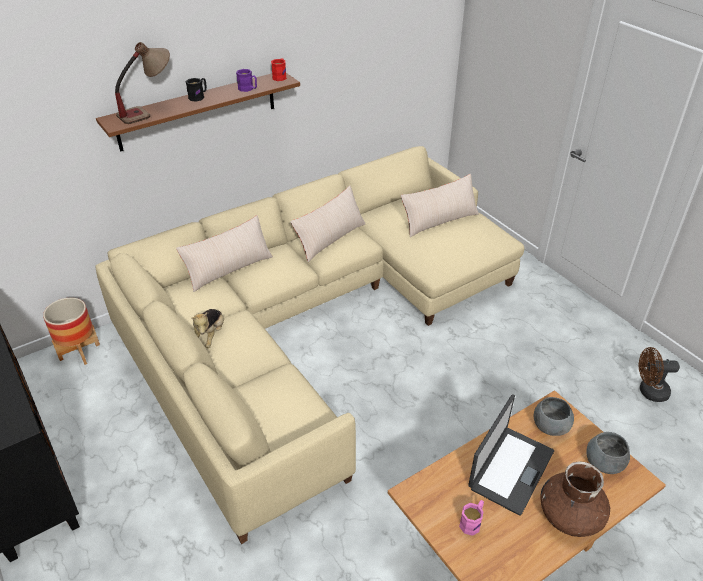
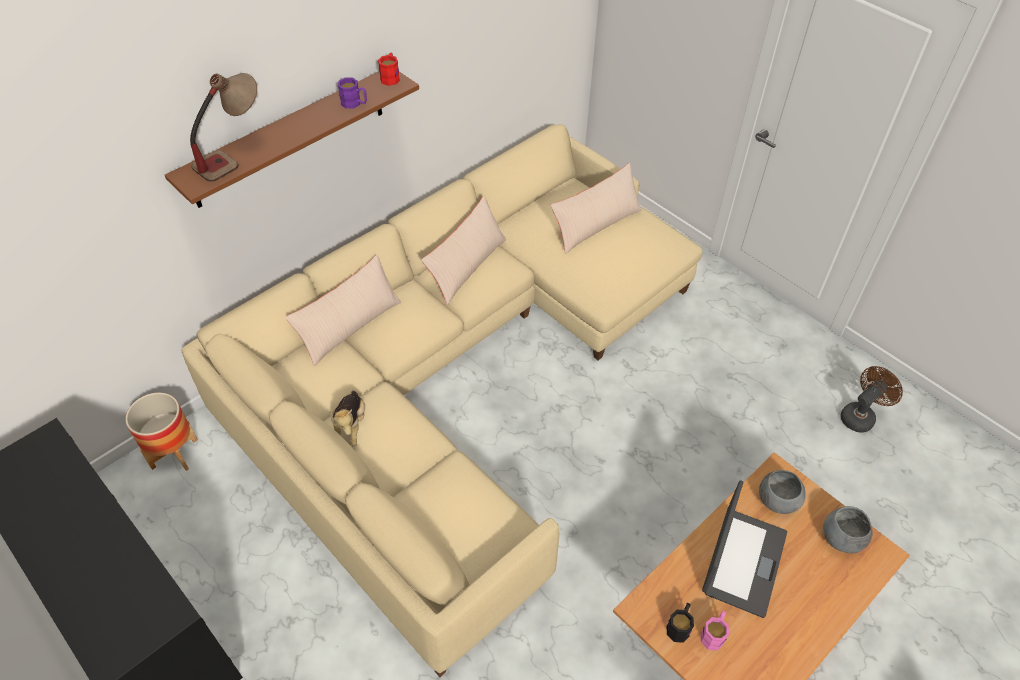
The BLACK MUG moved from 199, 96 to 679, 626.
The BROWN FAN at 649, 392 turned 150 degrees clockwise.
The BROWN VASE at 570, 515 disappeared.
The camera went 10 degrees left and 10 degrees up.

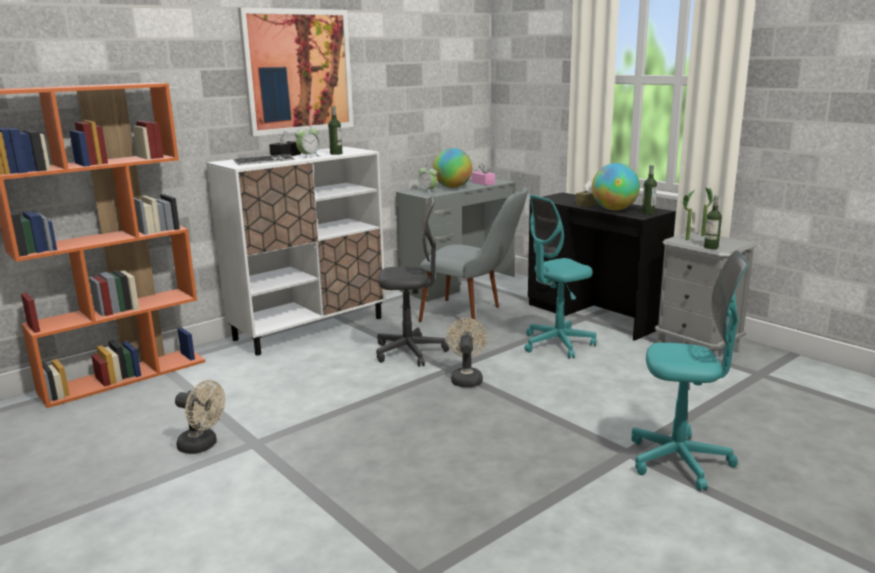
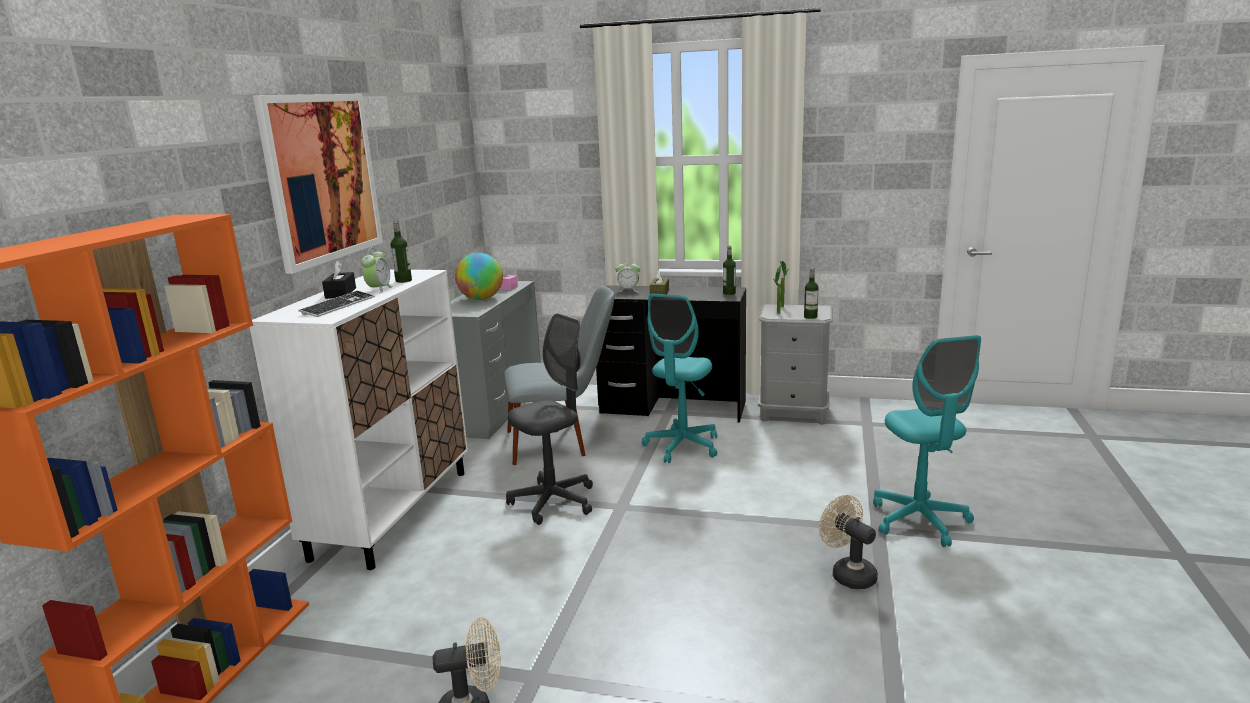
The ALARM CLOCK moved from 427, 191 to 628, 290.
The BEIGE FAN moved from 466, 378 to 848, 574.
The TURQUOISE OFFICE CHAIR at 679, 461 turned 105 degrees clockwise.
The GLOBE at 614, 209 disappeared.
The camera went 35 degrees left and 0 degrees up.

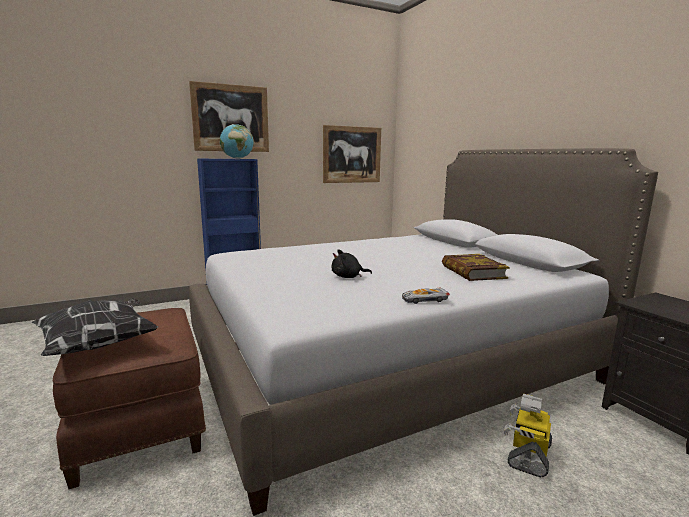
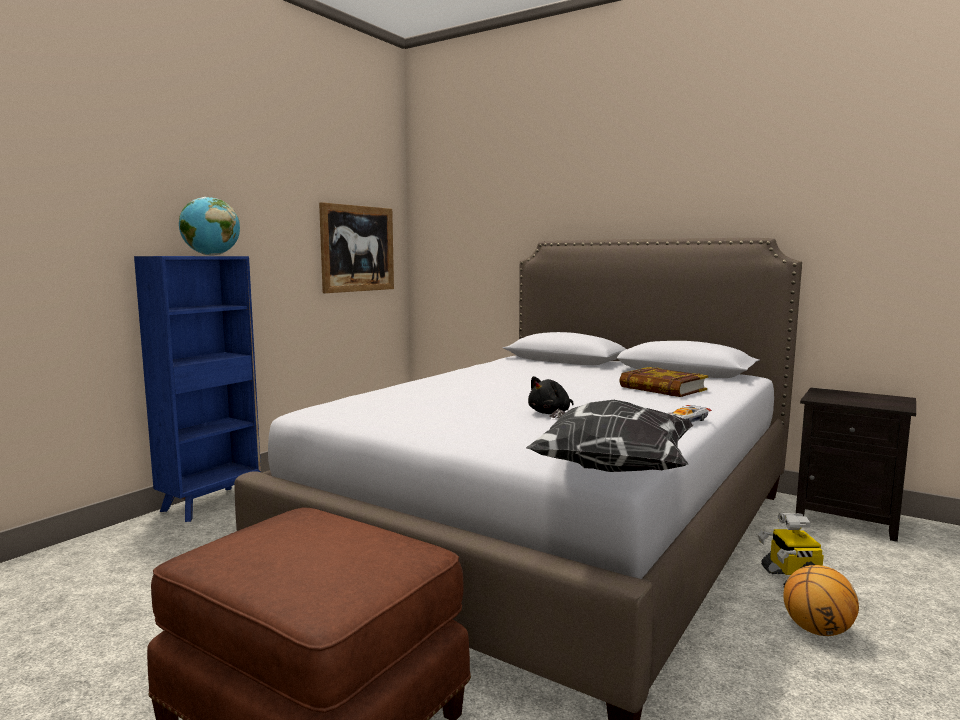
The PILLOW moved from 99, 344 to 610, 469.
The BASKETBALL at 816, 630 appeared.
The PICTURE at 231, 118 disappeared.
The camera went 30 degrees left and 5 degrees down.

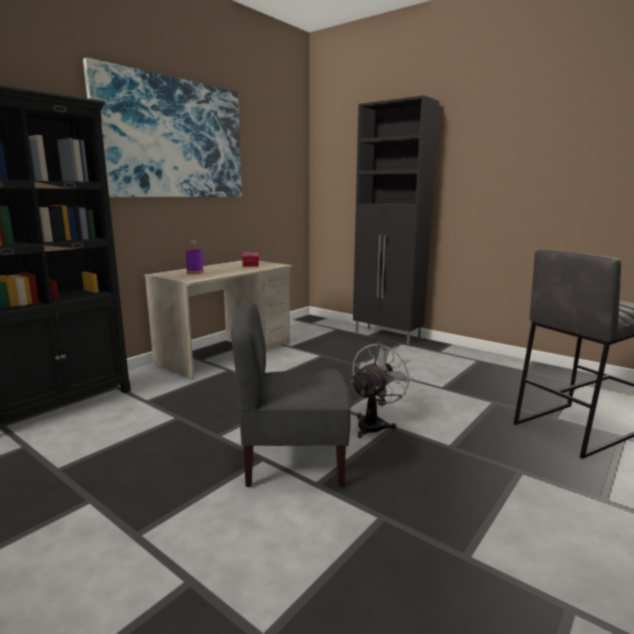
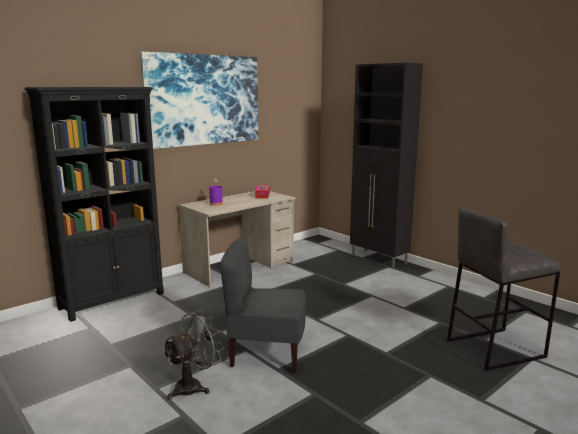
The GREY FAN moved from 374, 424 to 194, 386.
The camera went 10 degrees right and 0 degrees up.

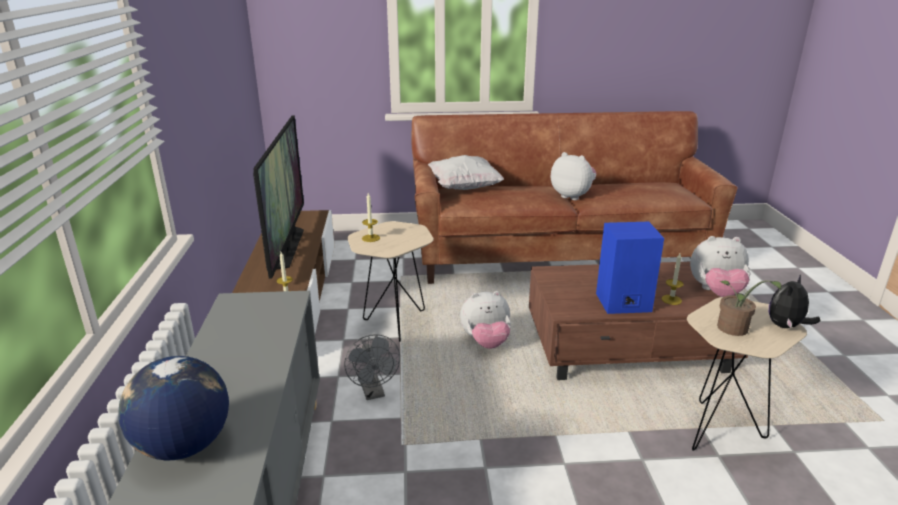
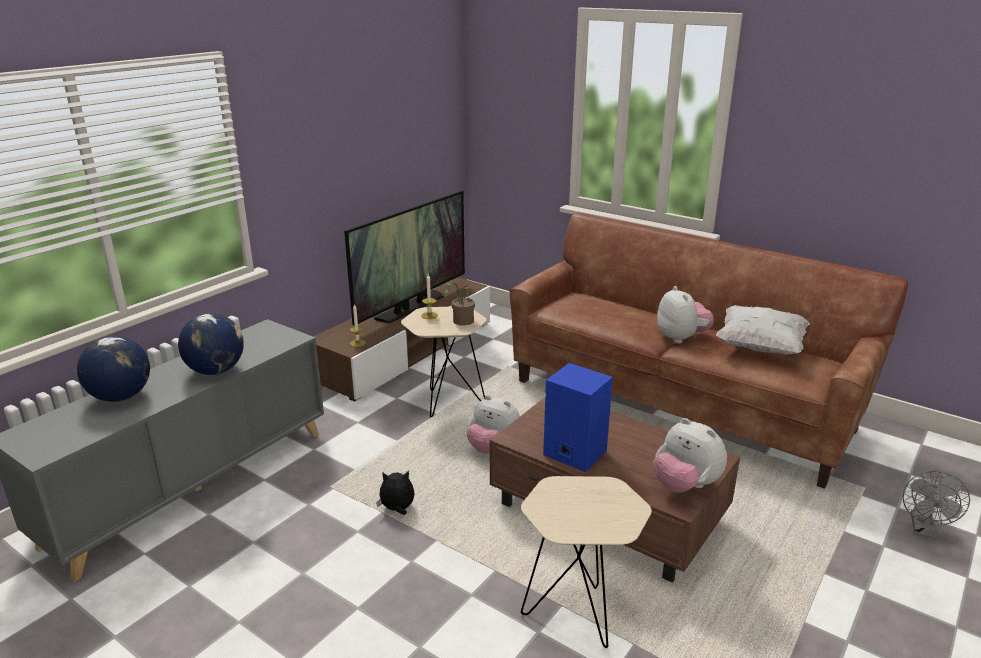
The GLOBE at 216, 370 appeared.
The PLUSH TOY moved from 786, 326 to 397, 509.
The POTTED PLANT moved from 734, 330 to 461, 322.
The WHITE PILLOW moved from 464, 188 to 759, 347.
The GREY FAN moved from 374, 392 to 924, 530.
The CANDLE at 671, 300 disappeared.
The camera went 40 degrees right and 0 degrees up.

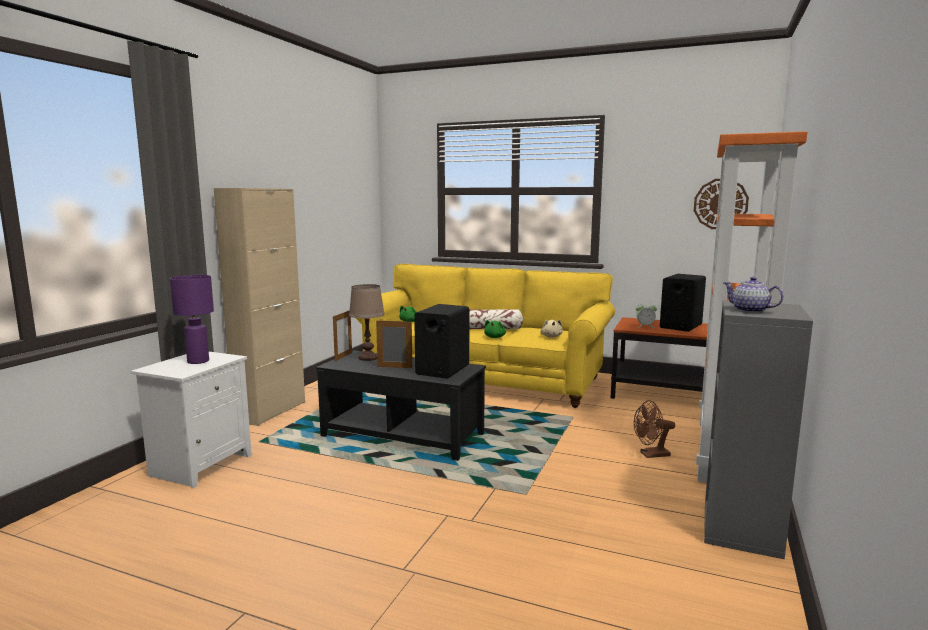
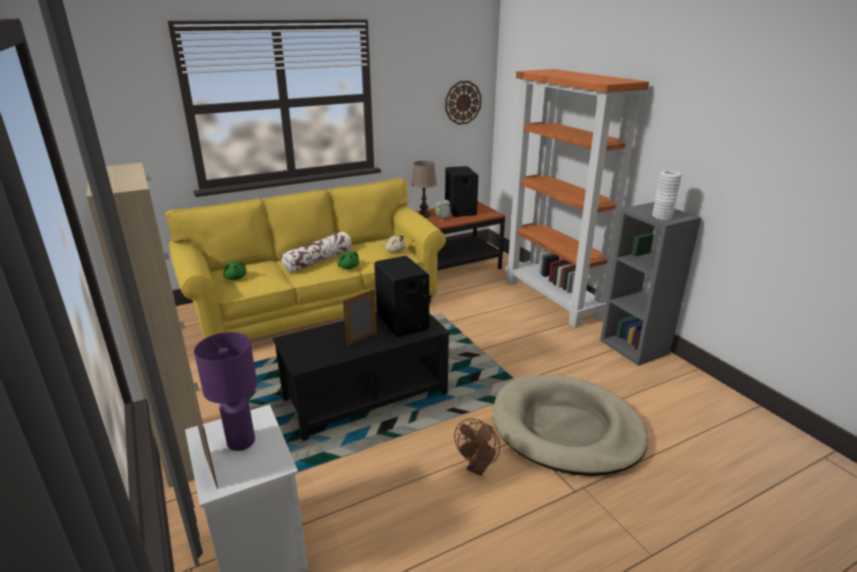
The PICTURE FRAME moved from 343, 357 to 210, 470.
The BROWN TABLE LAMP moved from 368, 358 to 424, 215.
The BROWN FAN moved from 651, 455 to 478, 468.
The BEIGE DOG BED at 566, 428 appeared.
The TEAPOT at 750, 310 was replaced by the WHITE VASE at 662, 216.
The camera went 50 degrees left and 15 degrees up.

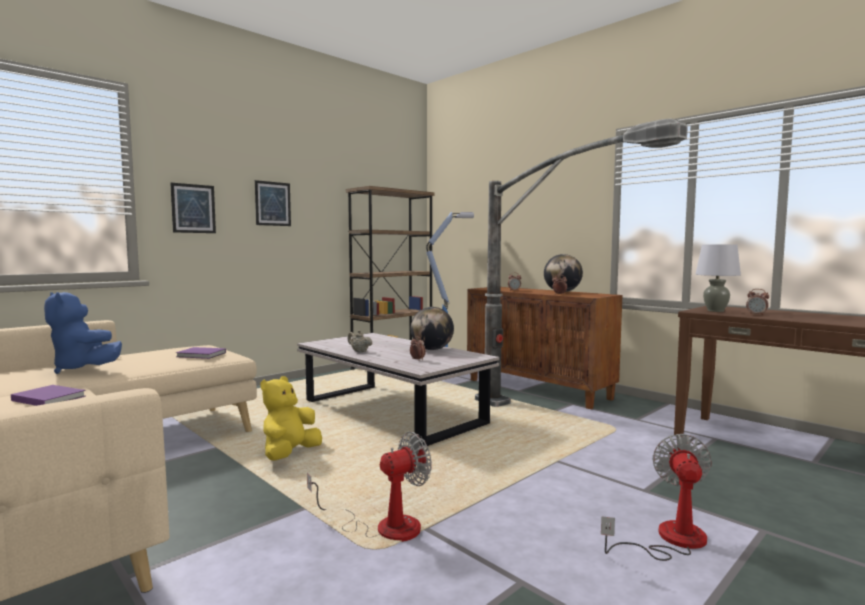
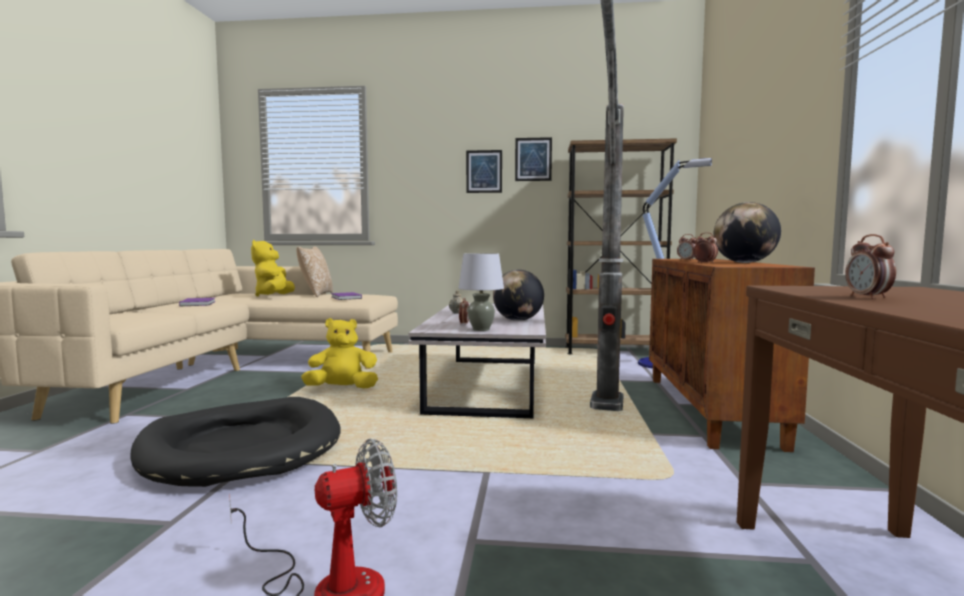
The FAN at 383, 526 was replaced by the BLACK DOG BED at 242, 448.
The BLUE PLUSH TOY at 83, 369 became the YELLOW PLUSH TOY at 274, 296.
The PILLOW at 316, 294 appeared.
The GREY TABLE LAMP moved from 715, 311 to 480, 329.
The PICTURE moved from 193, 208 to 533, 159.
The camera went 50 degrees right and 0 degrees up.

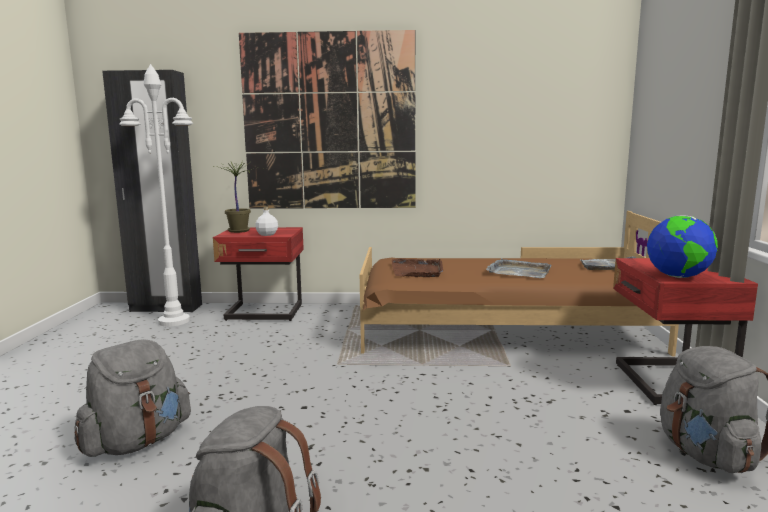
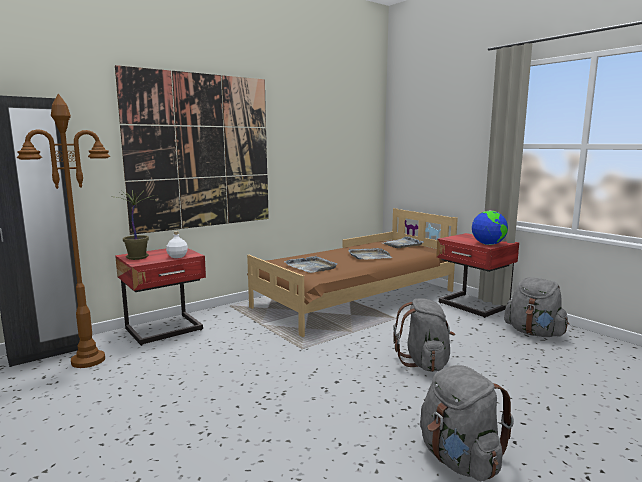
The WHITE FLOOR LAMP at 174, 321 became the BROWN FLOOR LAMP at 88, 360.
The BROWN TRAY at 417, 270 became the GREY TRAY at 311, 266.
The GREY BACKPACK moved from 137, 442 to 424, 362.
The camera went 40 degrees left and 0 degrees up.

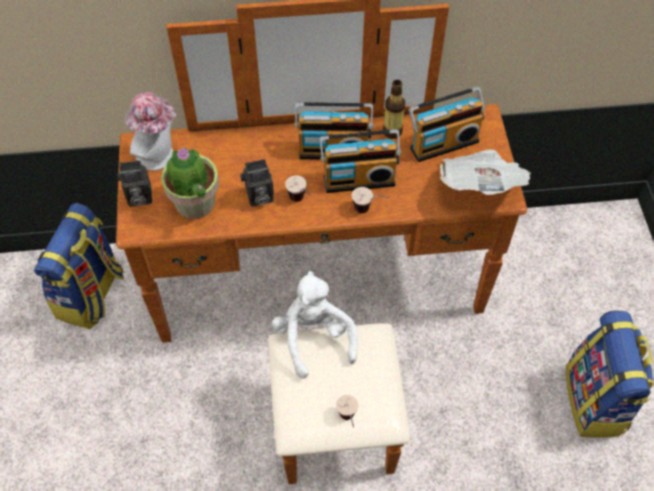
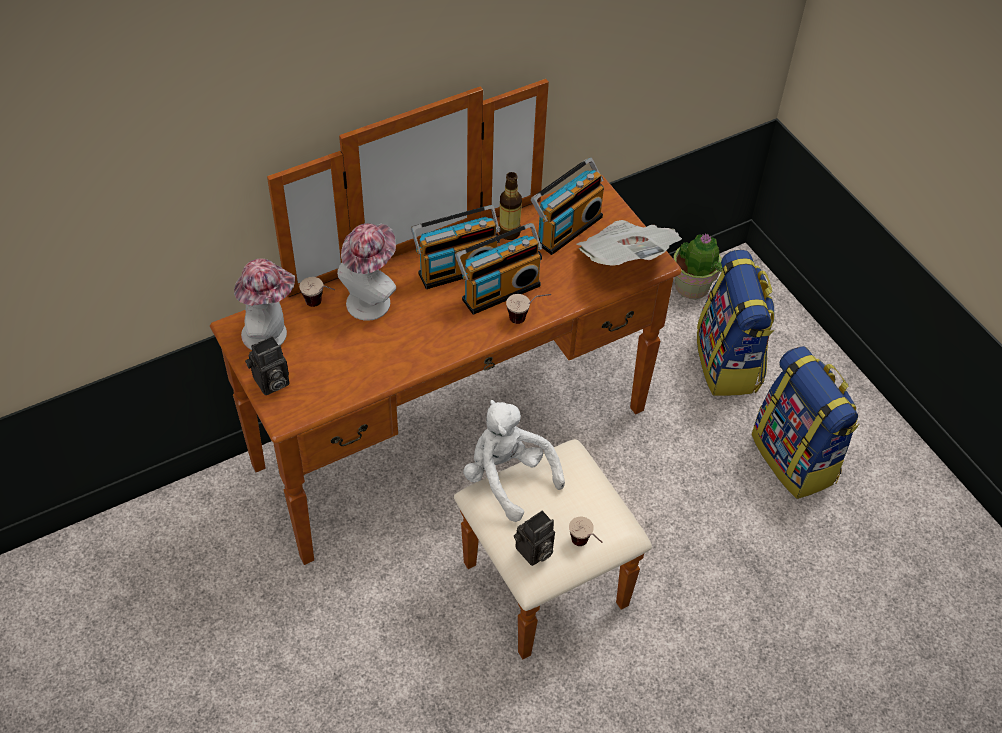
The CUP moved from 300, 202 to 321, 305.
The HAT at 371, 299 appeared.
The PHOTO CAMERA moved from 258, 197 to 534, 552.
The POTTED PLANT moved from 195, 203 to 692, 287.
The BACKPACK moved from 91, 295 to 729, 363.
The camera went 25 degrees left and 5 degrees down.

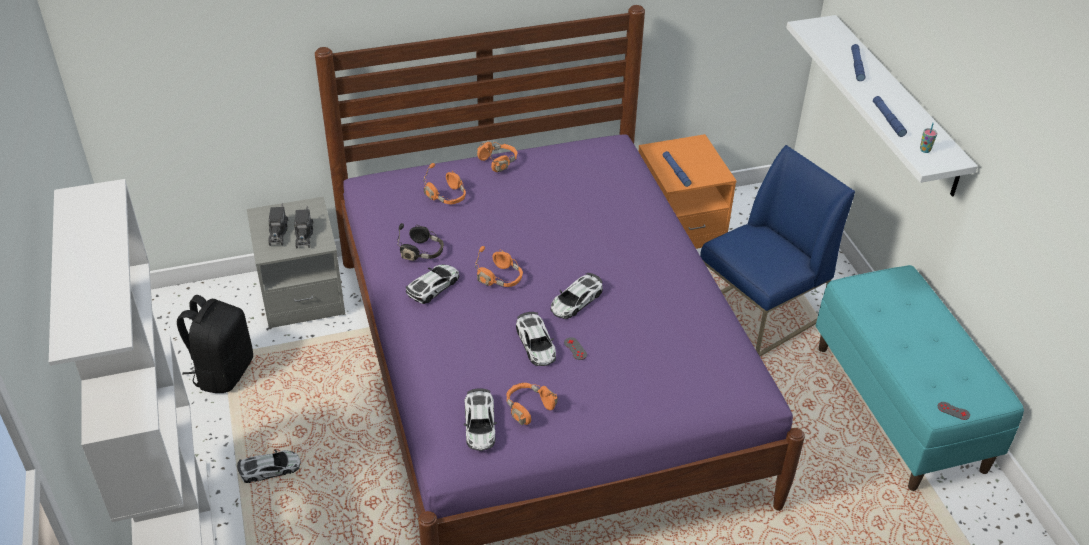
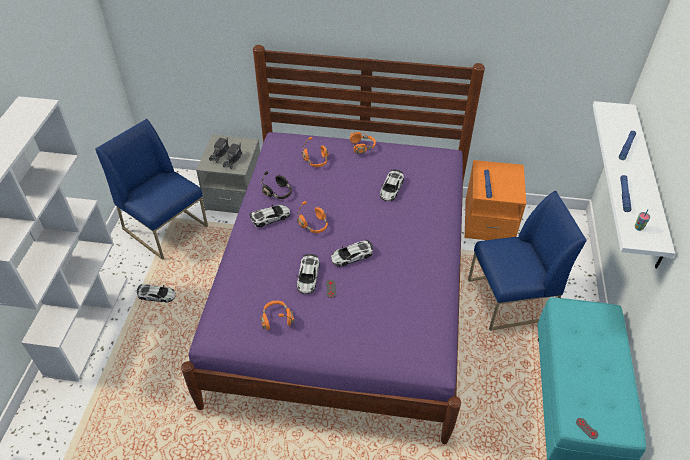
The BLACK BACKPACK at 223, 372 was replaced by the BLUE CHAIR at 166, 228.
The TOY CAR moved from 480, 424 to 391, 188.
The camera went 25 degrees right and 5 degrees up.

